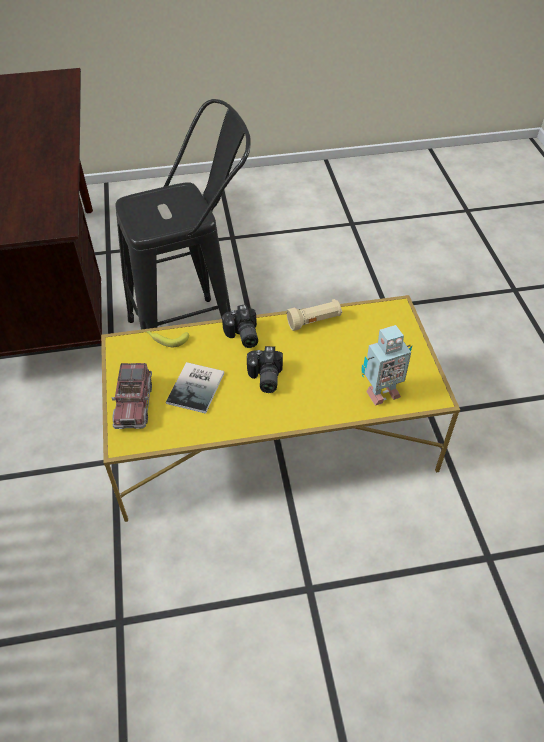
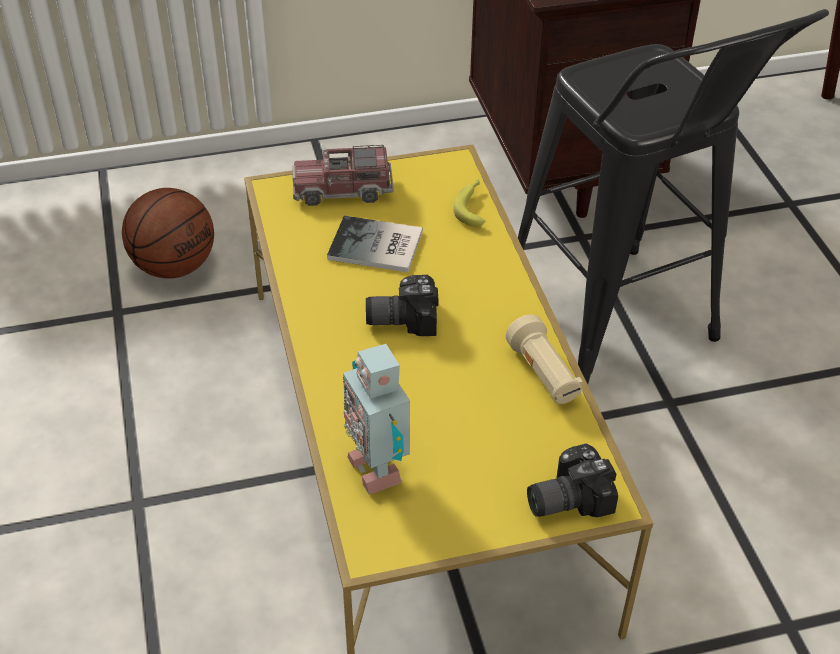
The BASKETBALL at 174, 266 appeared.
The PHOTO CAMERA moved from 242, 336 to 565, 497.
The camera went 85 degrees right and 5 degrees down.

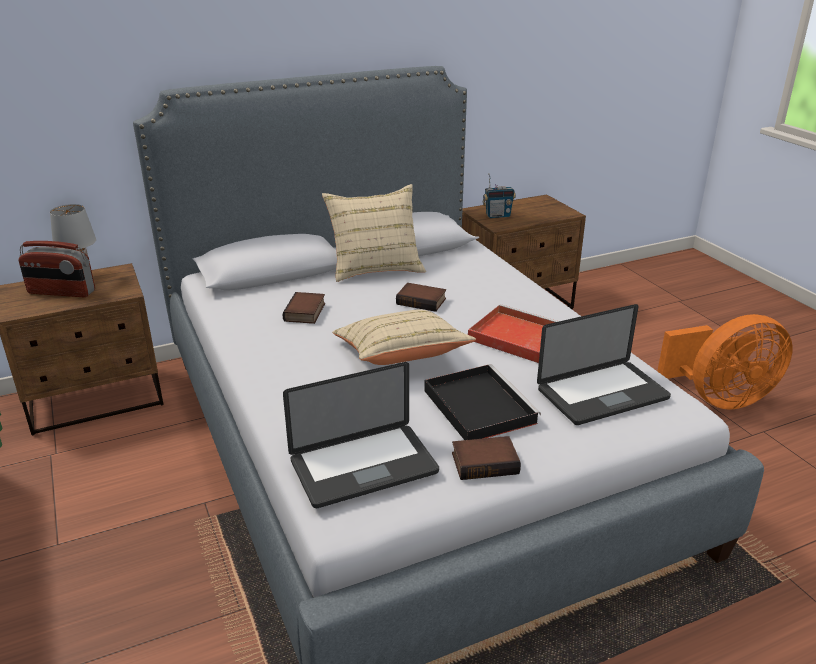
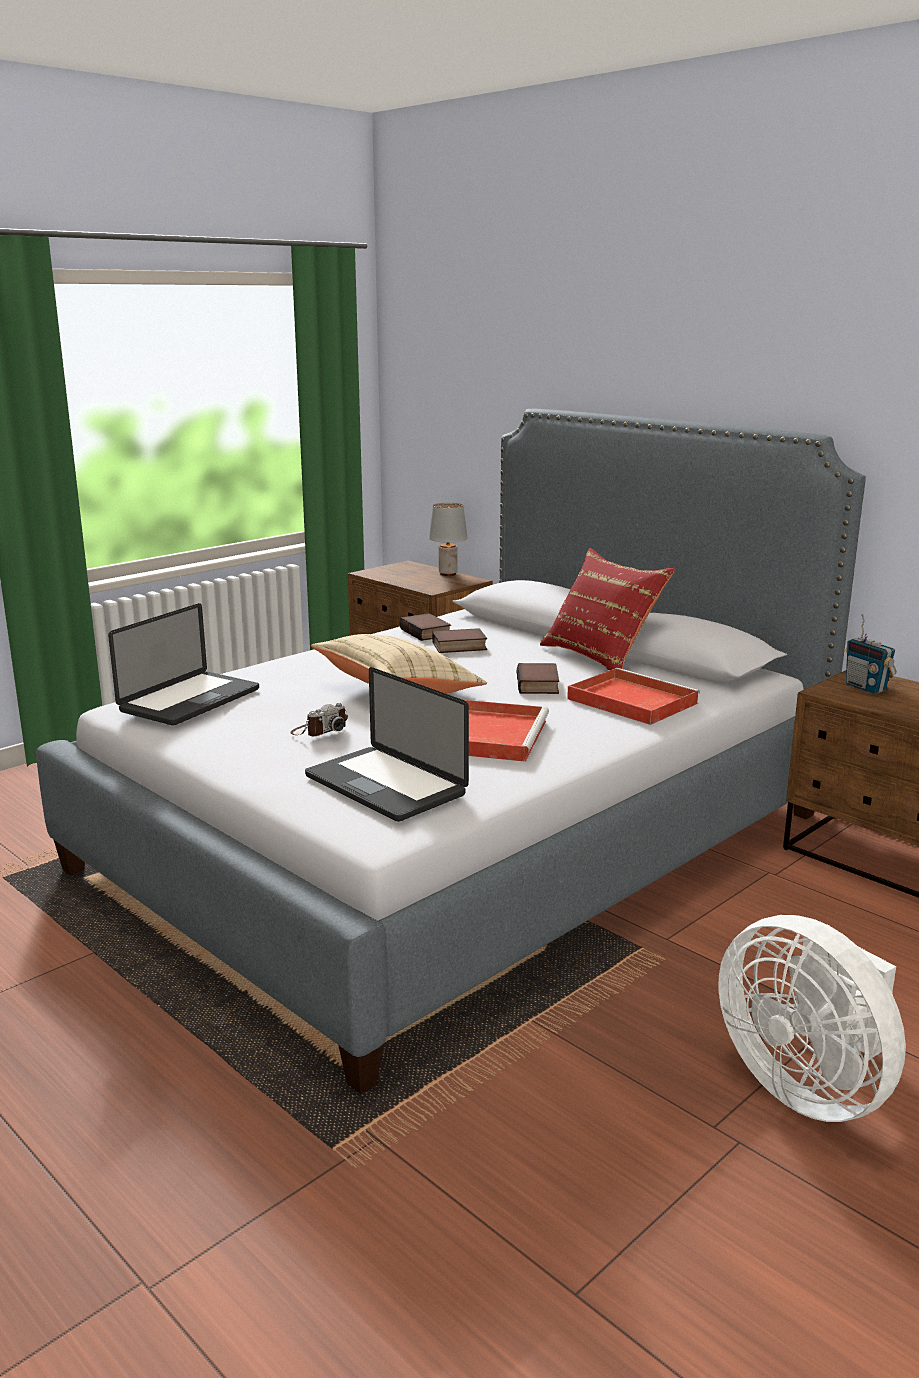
The LAPTOP at 363, 467 turned 105 degrees counterclockwise.
The BLACK TRAY at 477, 405 was replaced by the PHOTO CAMERA at 320, 730.
The BOOK moved from 485, 462 to 427, 632.
The BEIGE PILLOW at 375, 268 became the RED PILLOW at 601, 656.
The RED TRAY at 629, 701 appeared.
The ORANGE FAN at 719, 398 became the WHITE FAN at 806, 1086.
The RADIO at 61, 292 disappeared.
The camera went 70 degrees right and 10 degrees down.

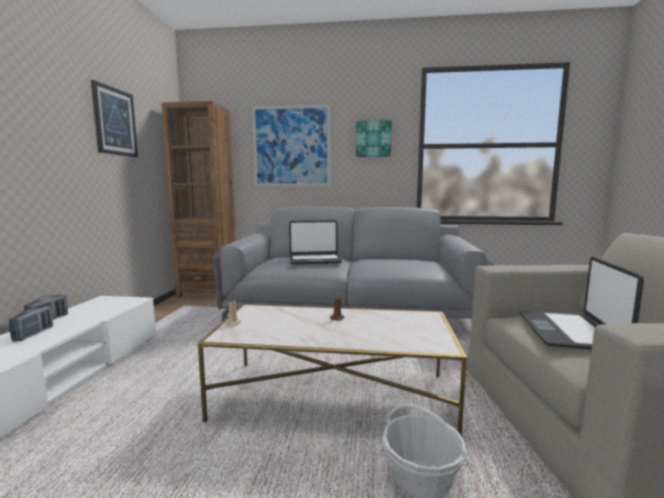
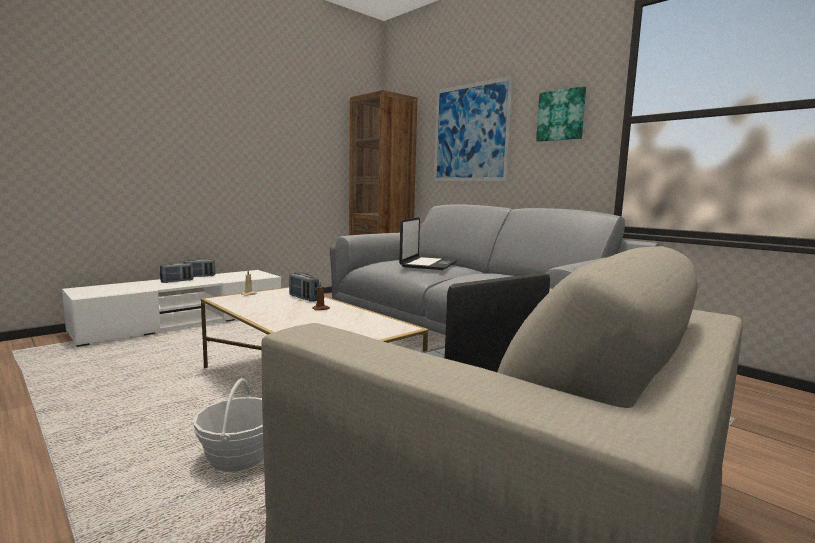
The RADIO at 303, 298 appeared.
The LAPTOP at 315, 260 turned 105 degrees counterclockwise.
The PICTURE at 115, 122 disappeared.
The camera went 40 degrees right and 0 degrees up.

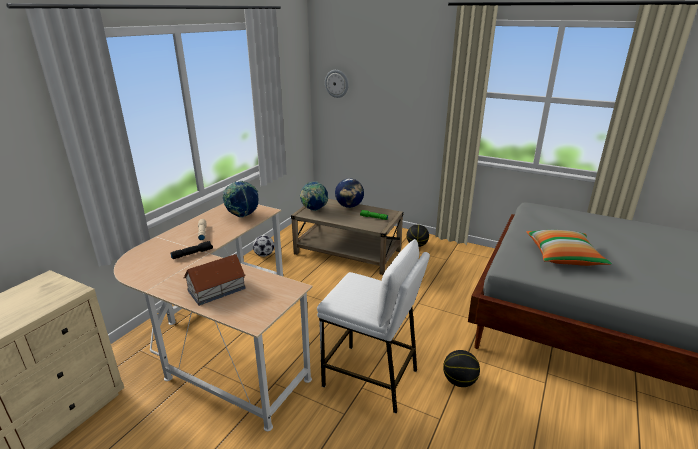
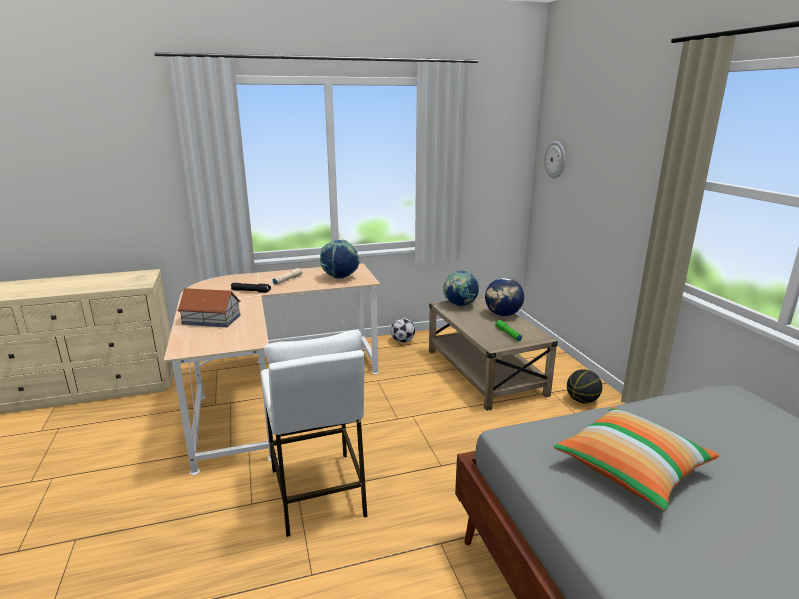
The BASKETBALL at 459, 381 disappeared.
The camera went 45 degrees right and 5 degrees down.

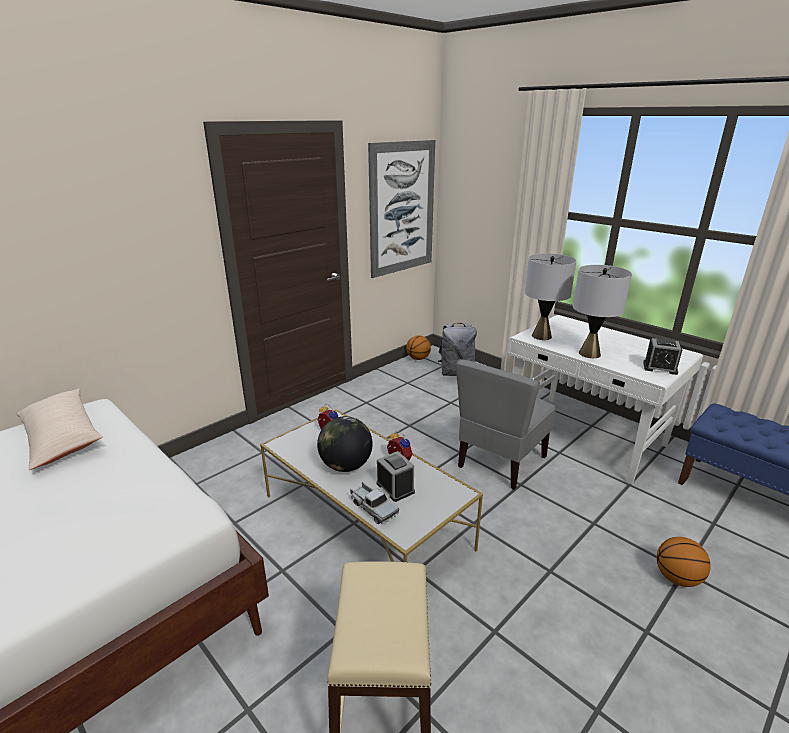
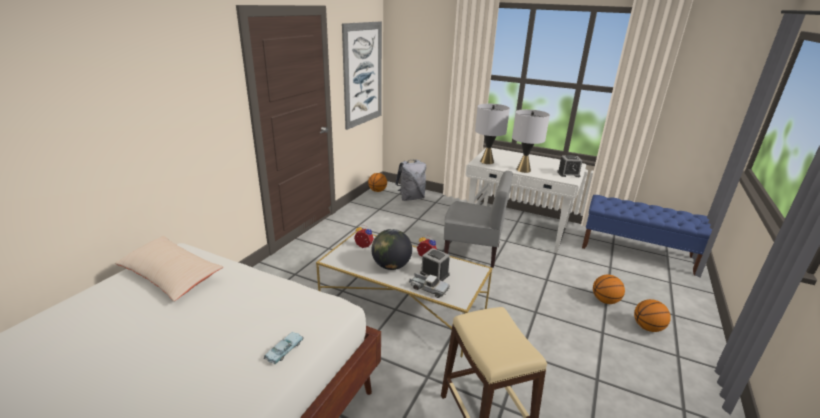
The BLUE TOY CAR at 285, 350 appeared.
The GREY CHAIR at 500, 461 turned 90 degrees counterclockwise.
The BASKETBALL at 647, 327 appeared.
The camera went 20 degrees left and 0 degrees up.

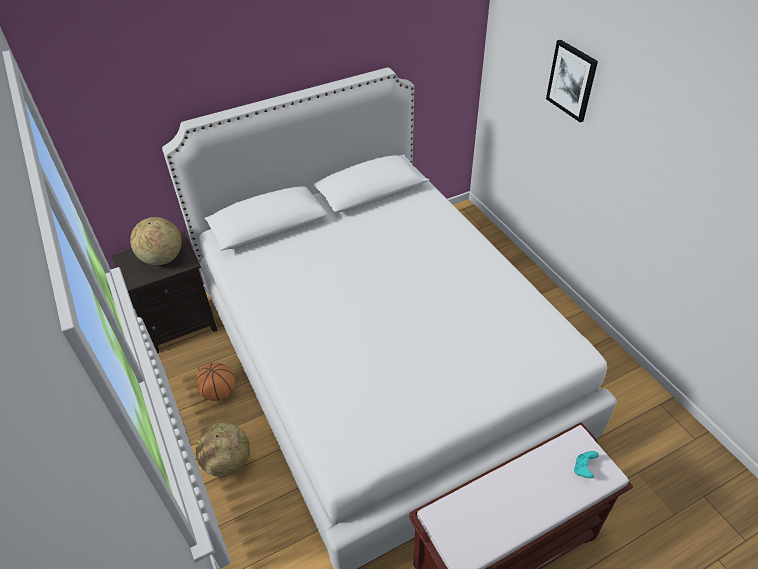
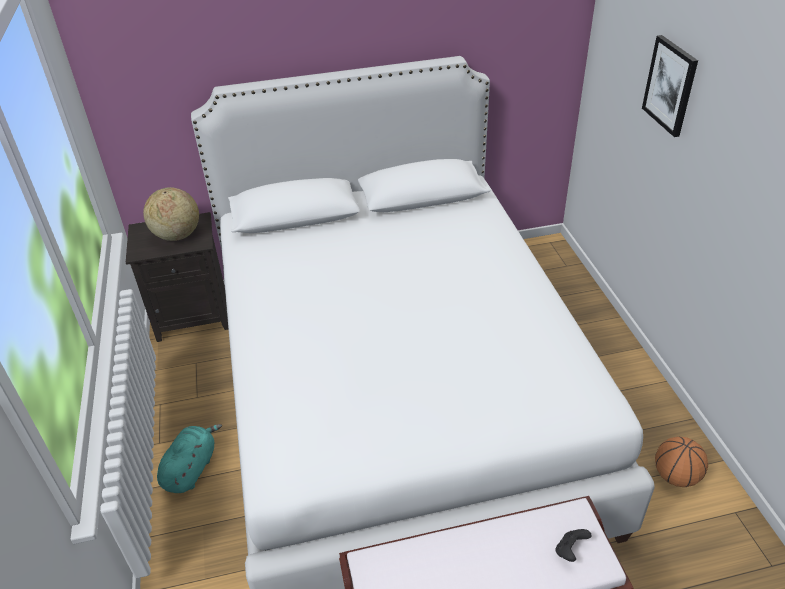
The GLOBE at 228, 462 was replaced by the TURQUOISE PLUSH TOY at 191, 469.
The TURQUOISE GAME CONTROLLER at 583, 469 became the BLACK GAME CONTROLLER at 570, 550.
The BASKETBALL moved from 219, 392 to 675, 476.
The camera went 15 degrees right and 5 degrees down.

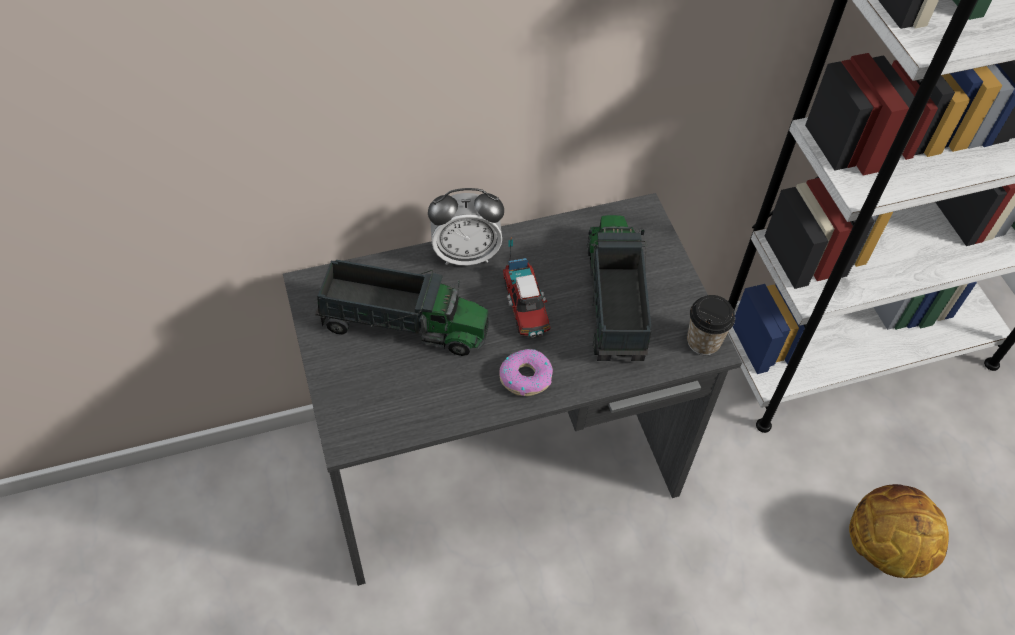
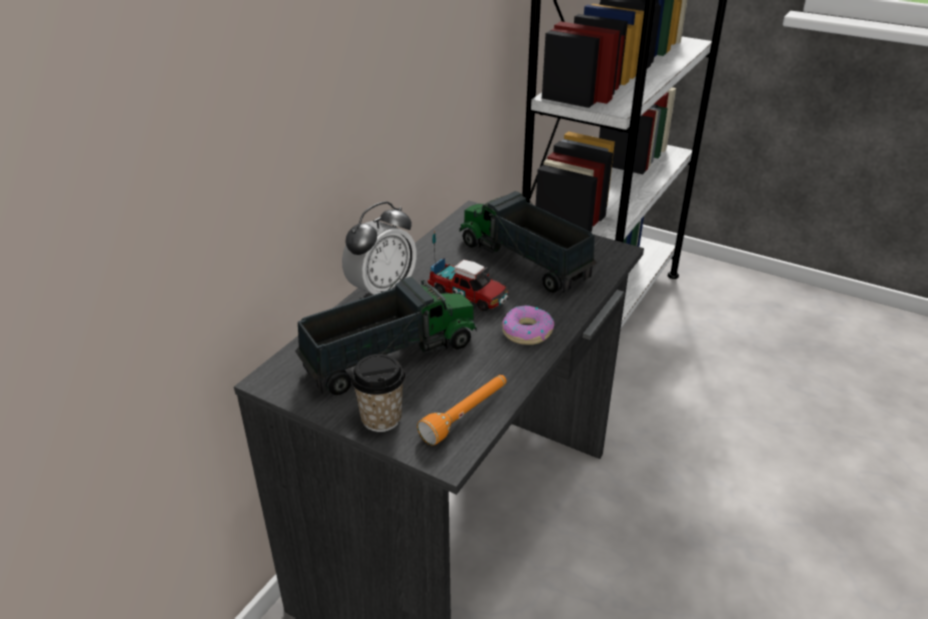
The CUP moved from 703, 341 to 381, 418.
The ORANGE FLASHLIGHT at 466, 415 appeared.
The BASKETBALL at 883, 548 disappeared.
The camera went 40 degrees left and 20 degrees down.

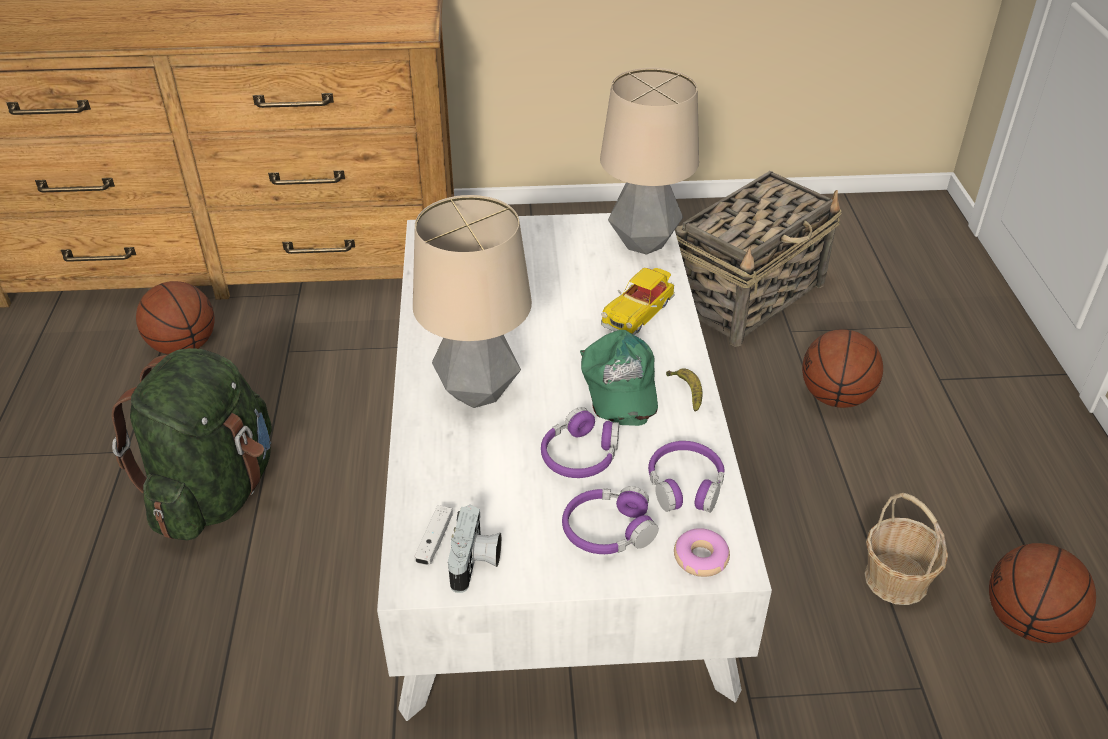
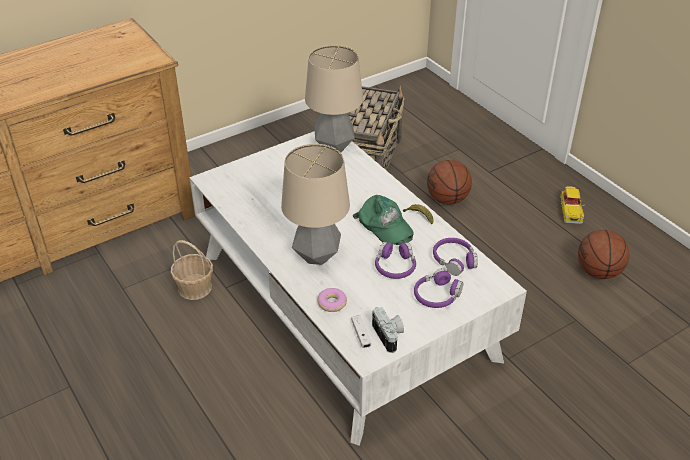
The BASKET moved from 896, 580 to 195, 288.
The DONUT moved from 700, 558 to 332, 303.
The TOY CAR moved from 639, 312 to 570, 210.
The GREEN BACKPACK at 215, 491 disappeared.
The BASKETBALL at 183, 346 disappeared.
The camera went 30 degrees left and 0 degrees up.

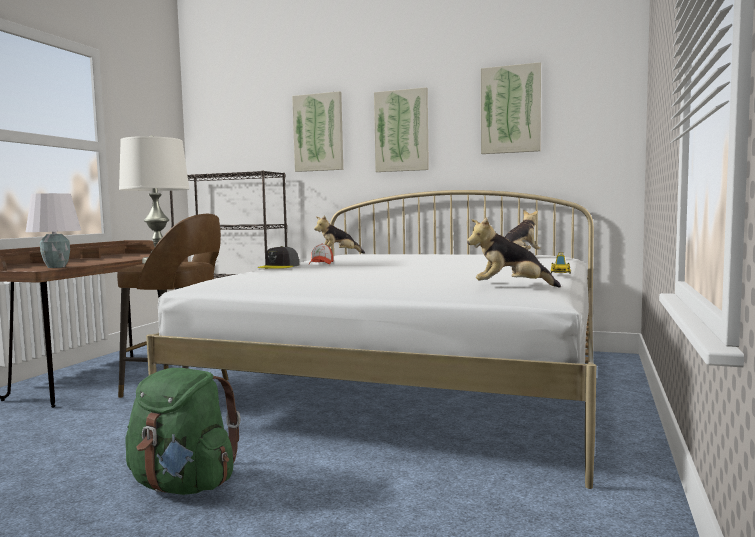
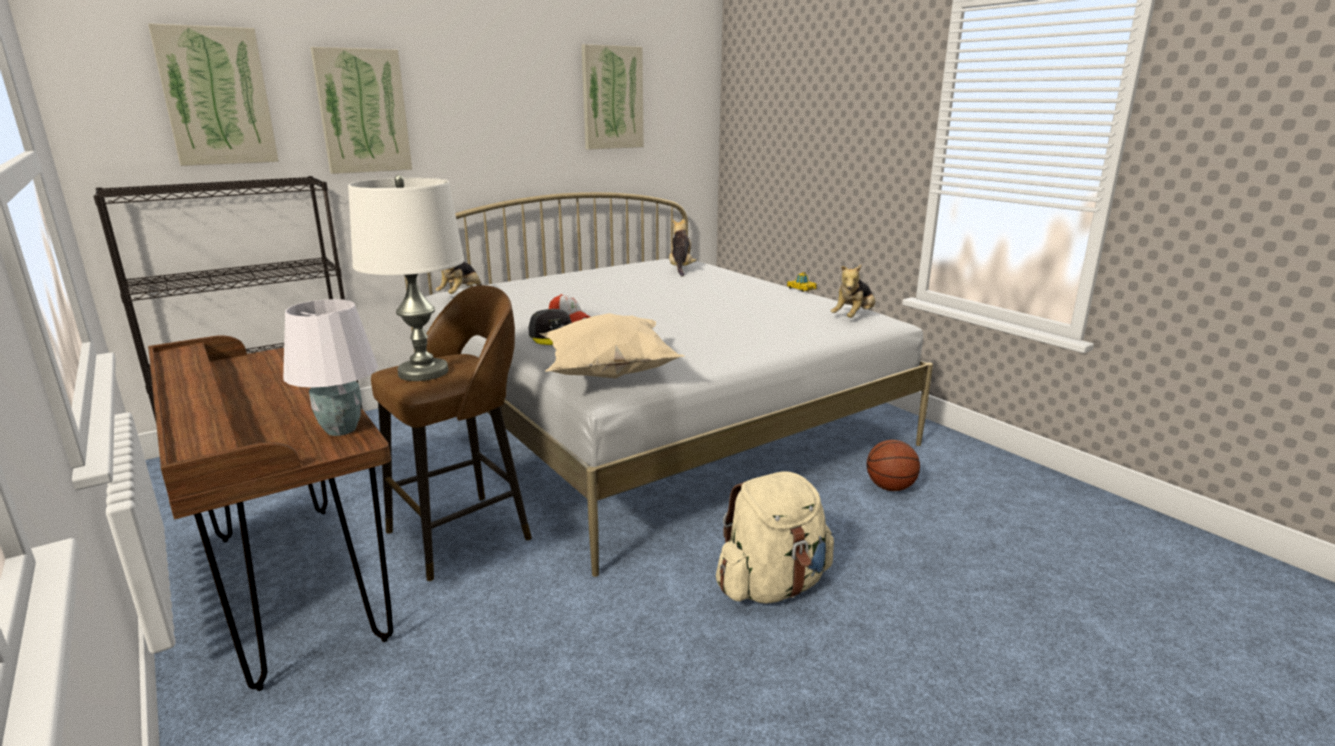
The PICTURE moved from 401, 131 to 216, 96.
The BEIGE PILLOW at 607, 374 appeared.
The GREEN BACKPACK at 183, 485 became the BEIGE BACKPACK at 772, 586.
The BASKETBALL at 889, 487 appeared.
The camera went 55 degrees left and 15 degrees up.

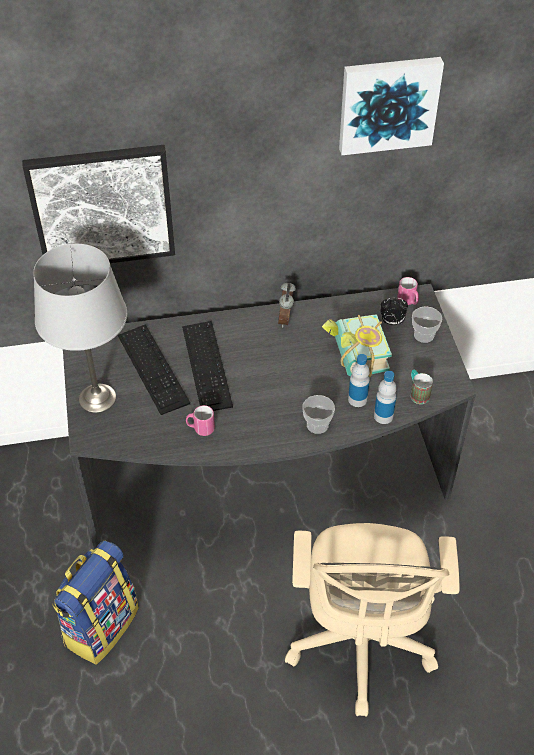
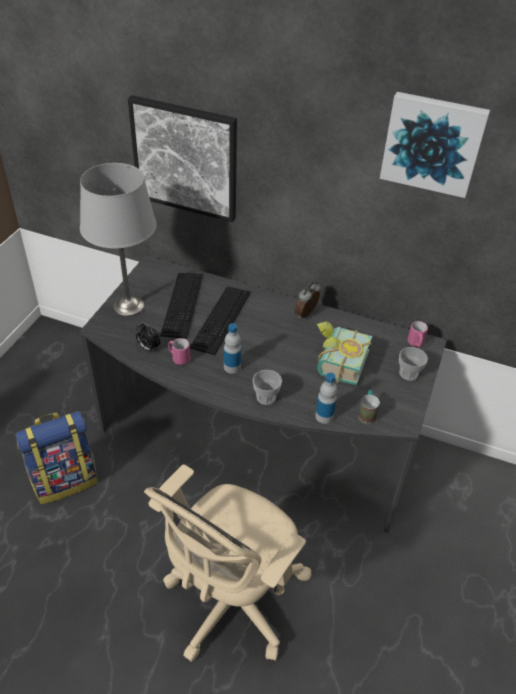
The ALARM CLOCK moved from 392, 322 to 148, 348.
The BOTTLE moved from 357, 399 to 232, 367.
The camera went 30 degrees right and 5 degrees down.

